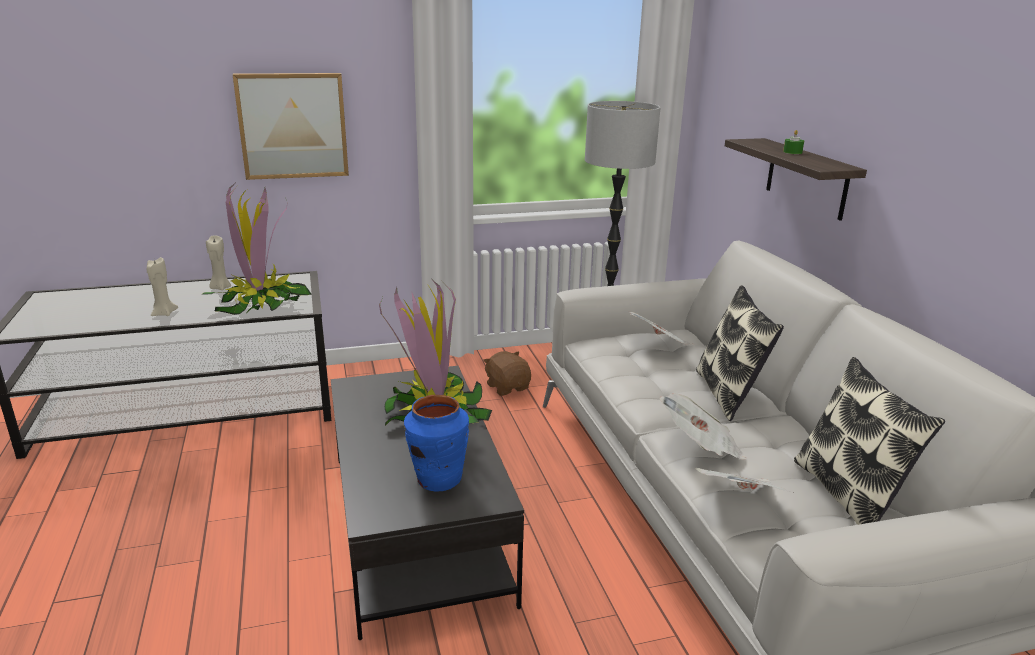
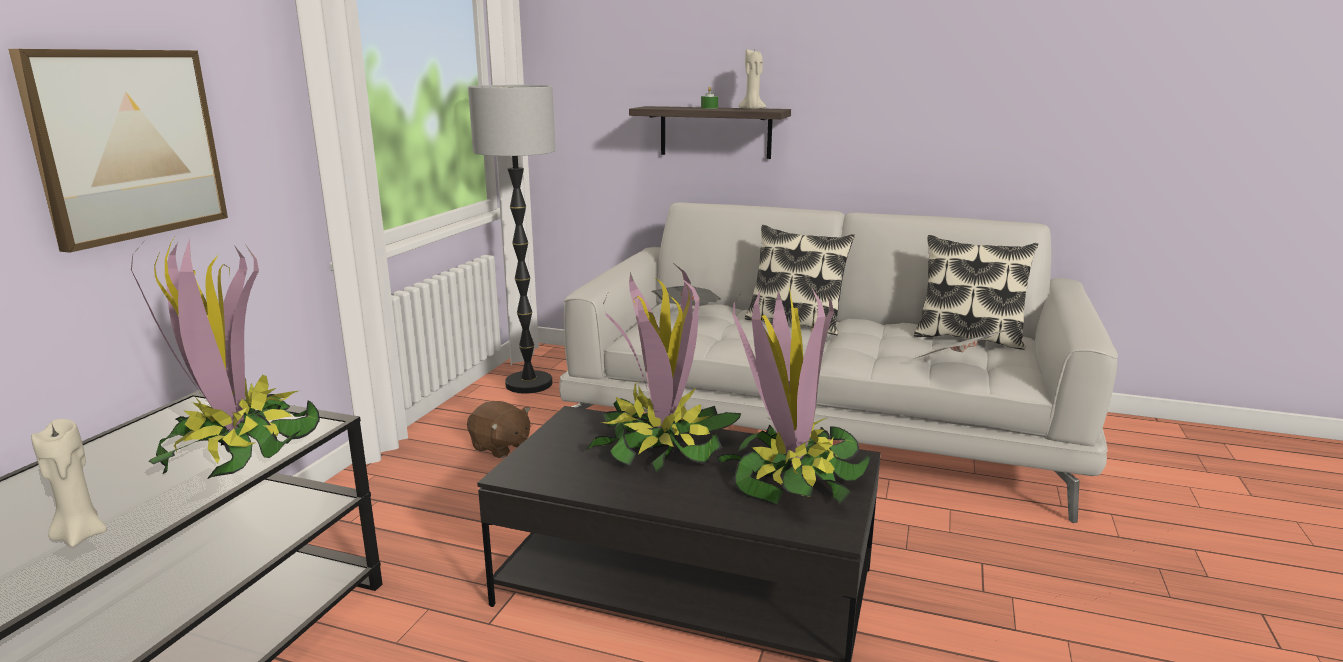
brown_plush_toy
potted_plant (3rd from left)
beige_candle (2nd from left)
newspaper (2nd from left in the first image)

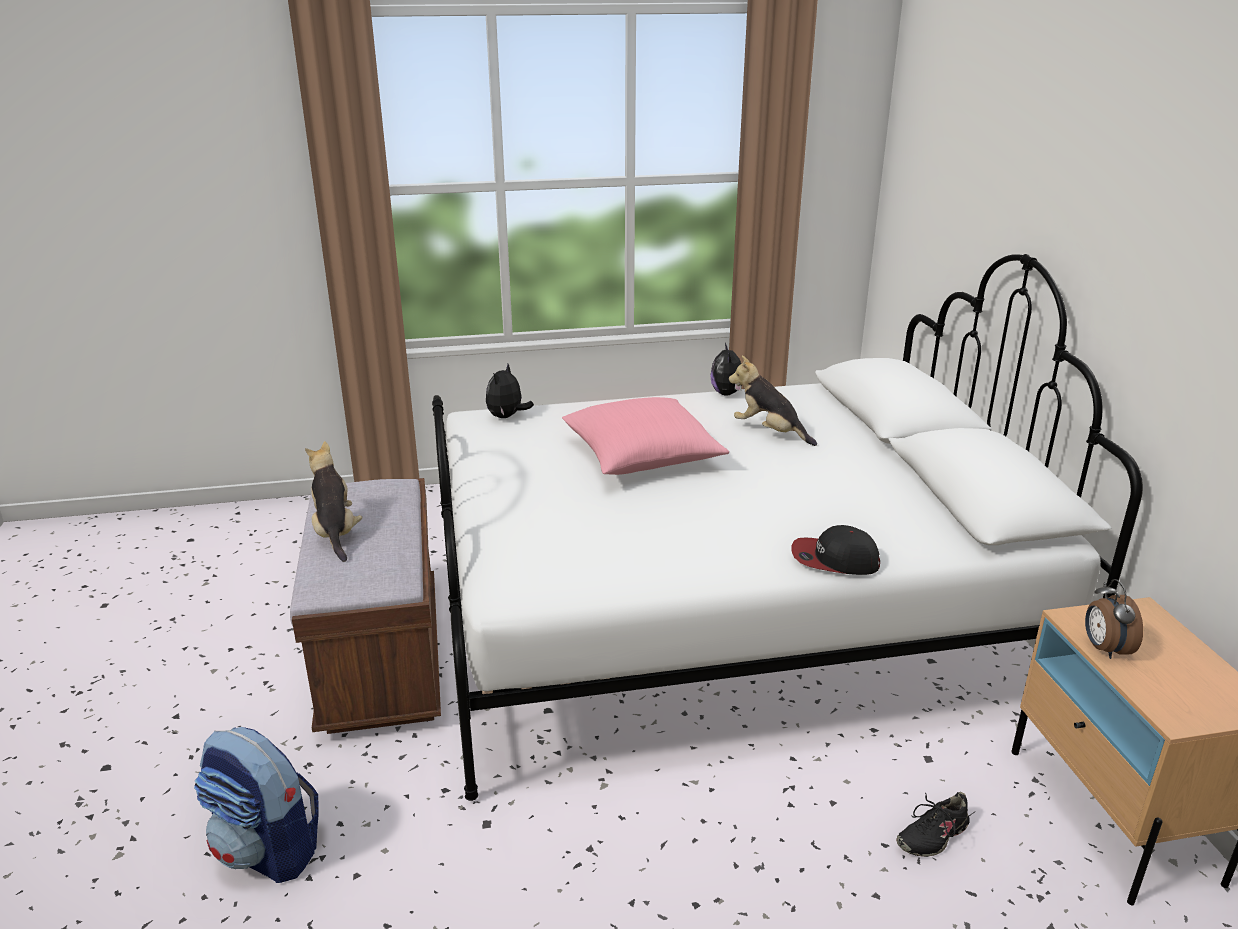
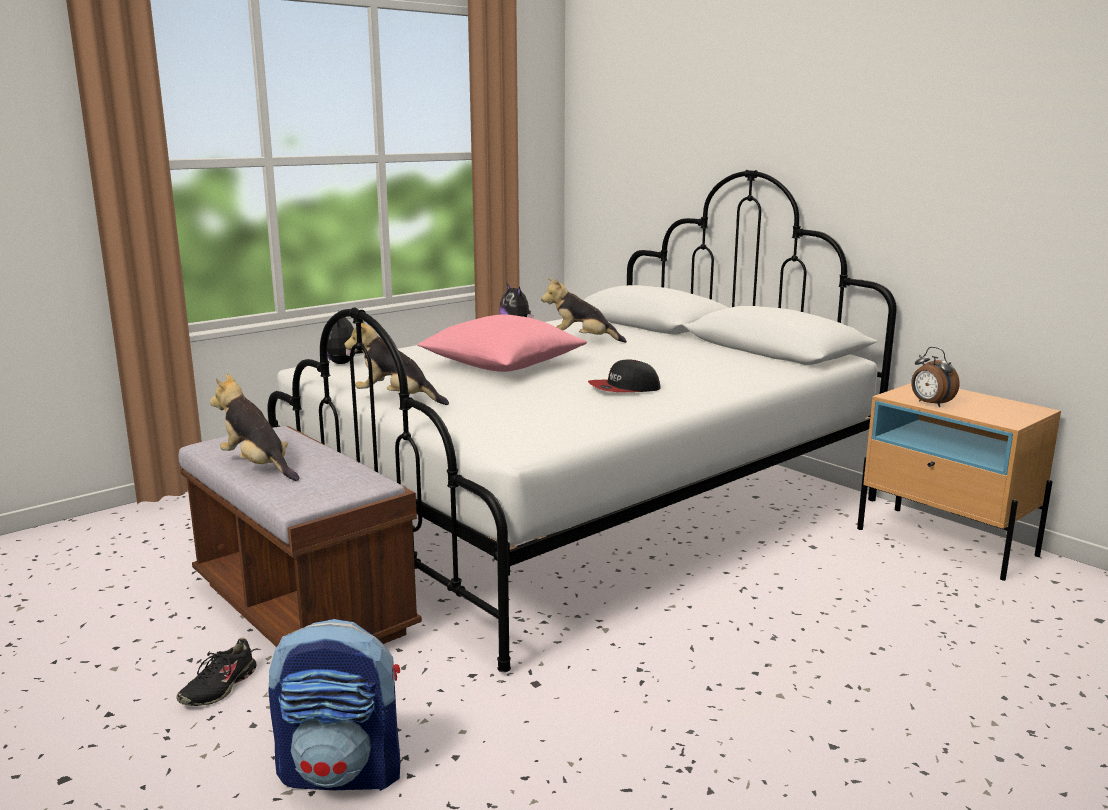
black_shoe
plush_toy (3rd from left)
cap

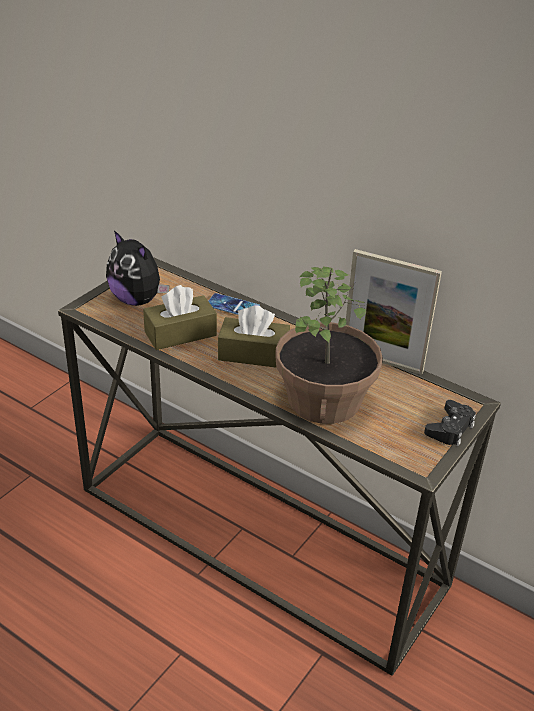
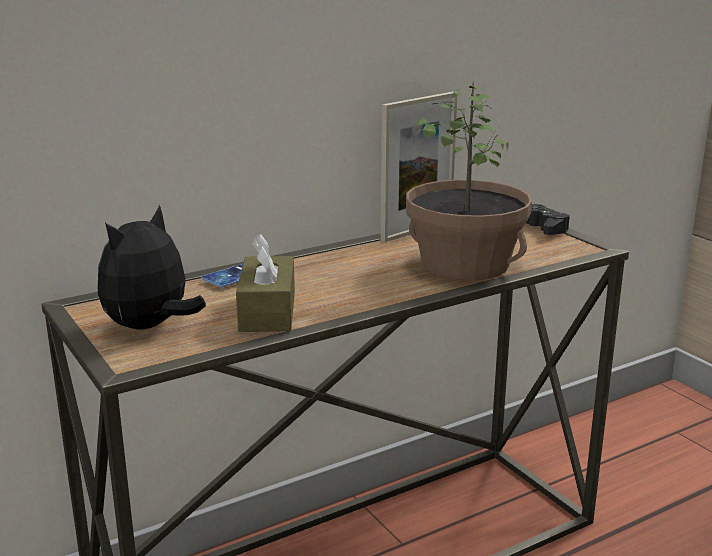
plush_toy
brown_tissue_box (2nd from left in the first image)

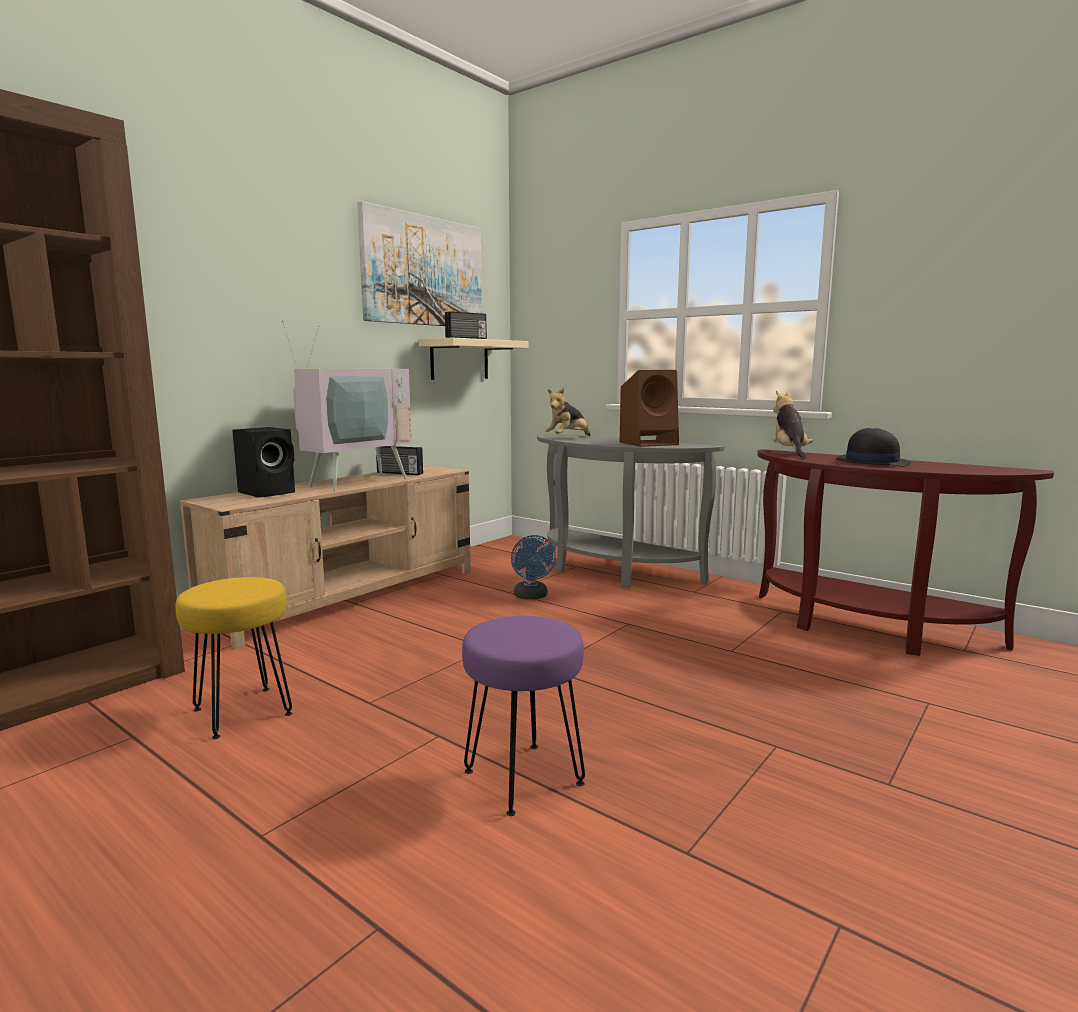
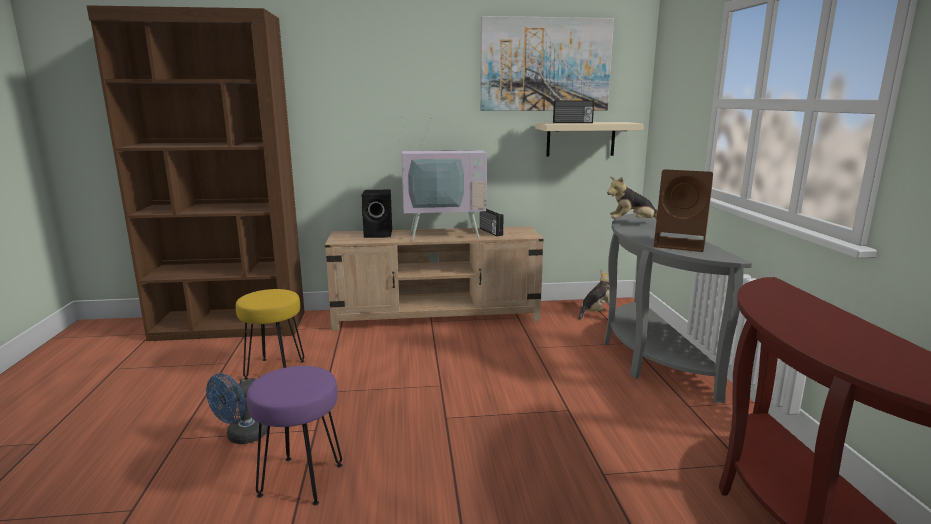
blue_fan
plush_toy (1st from left)
black_hat

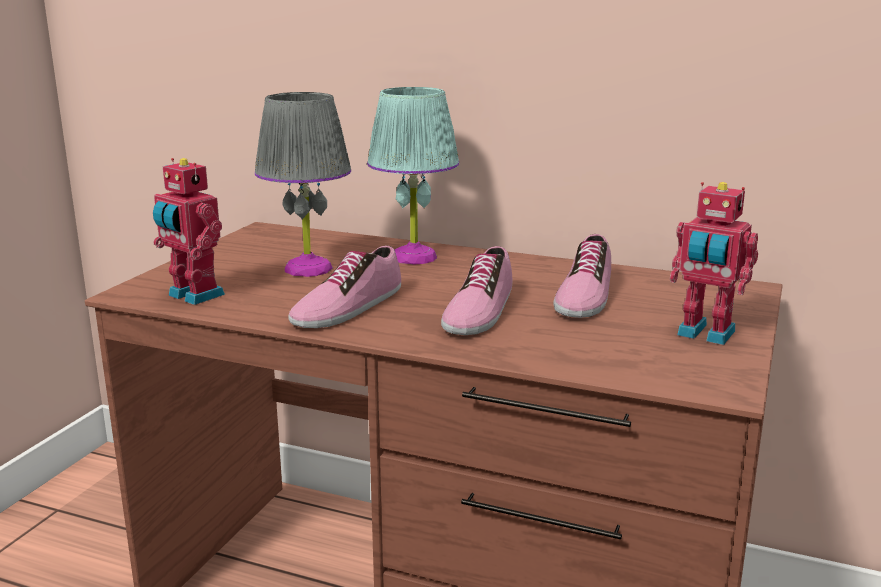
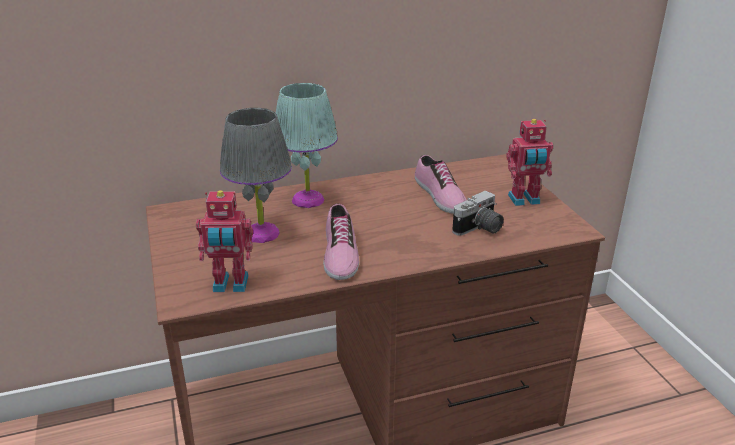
photo_camera
shoe (2nd from left in the first image)

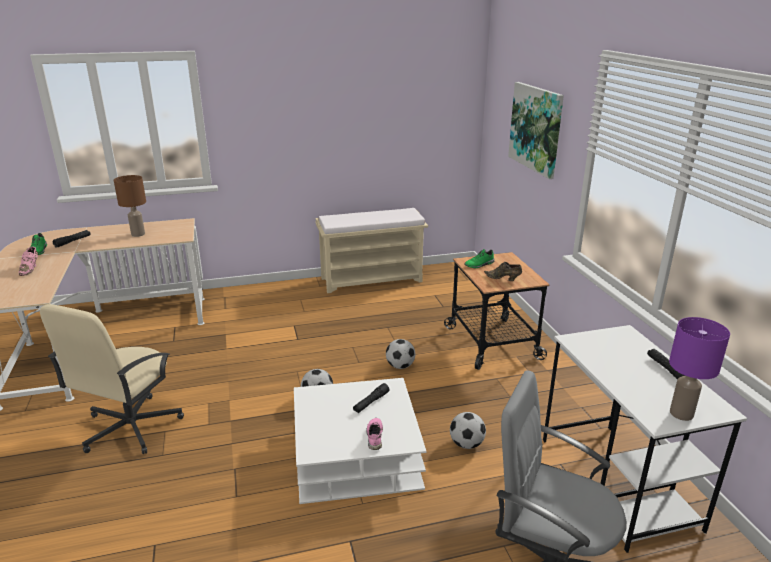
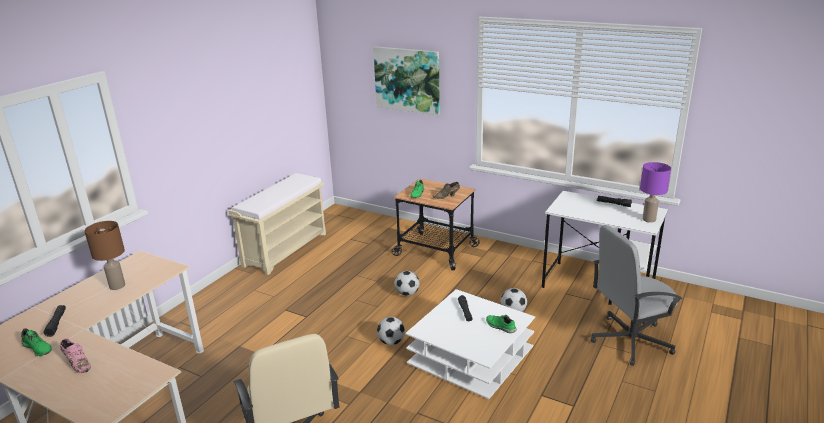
green_shoe (3rd from left)

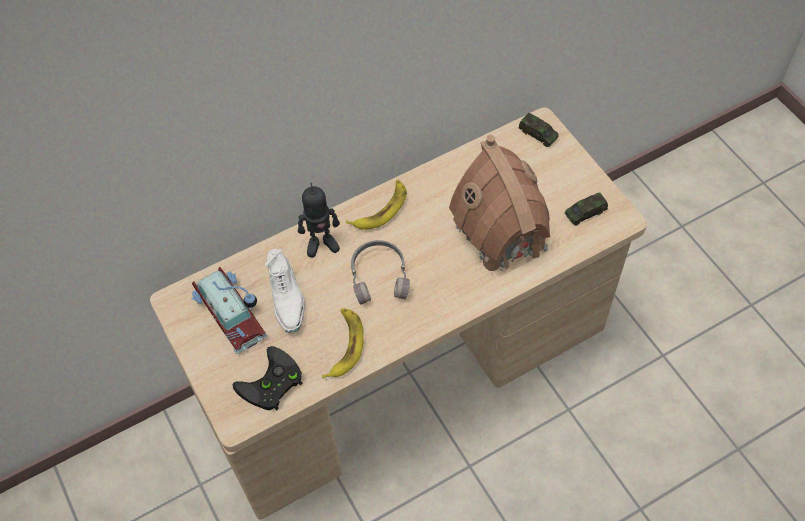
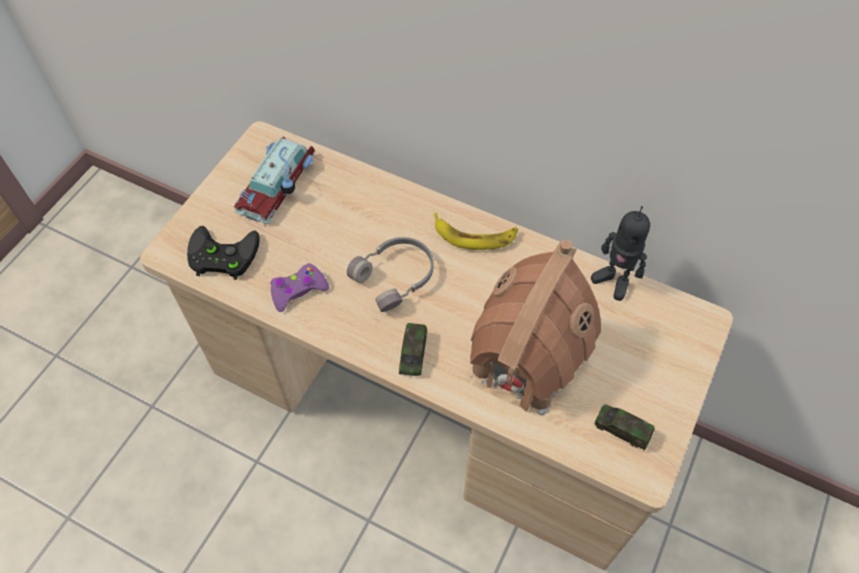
purple_game_controller
toy_car (2nd from left)
toy_robot
white_shoe

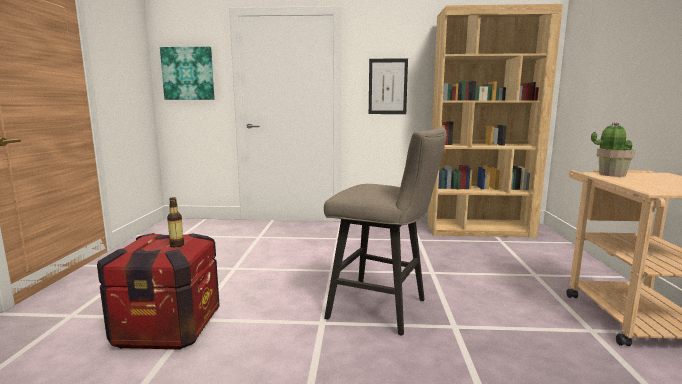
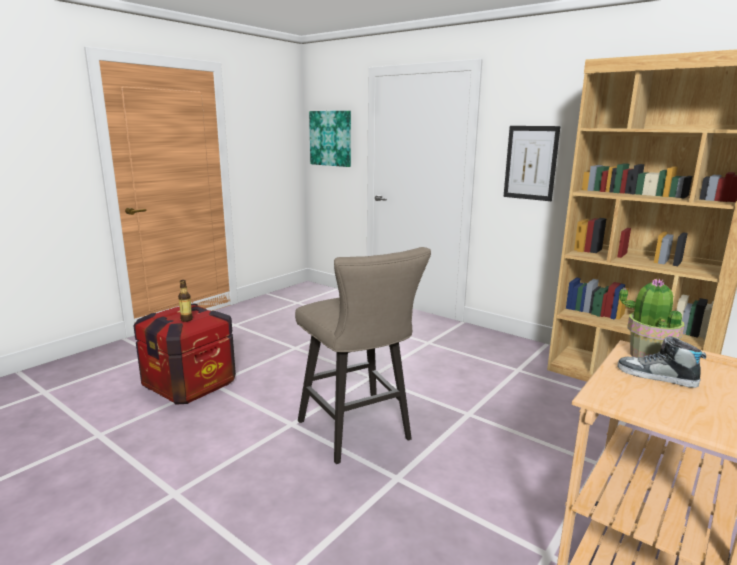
shoe

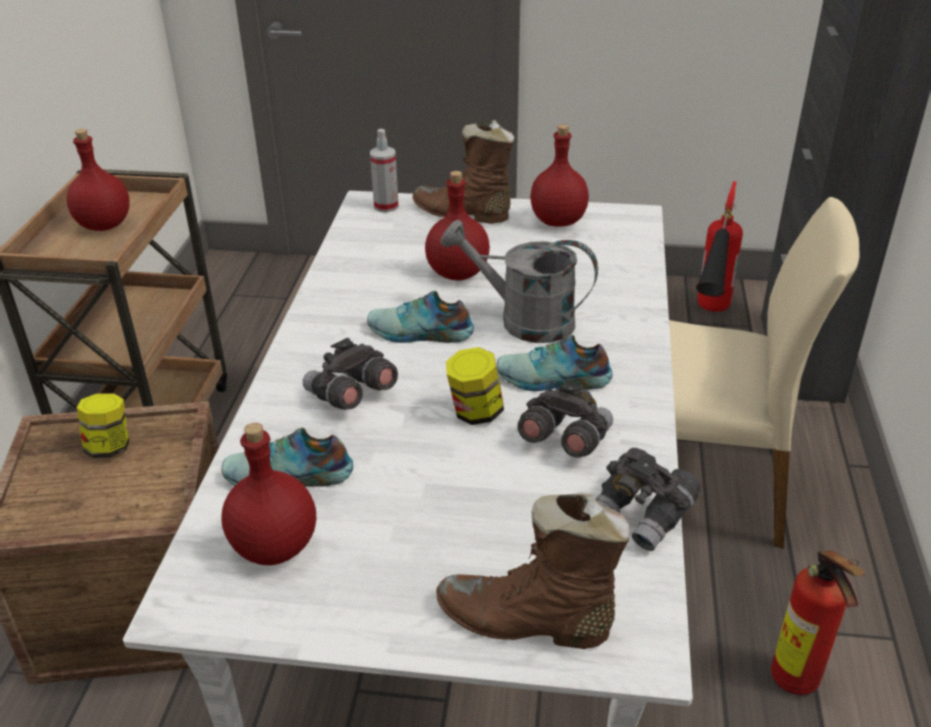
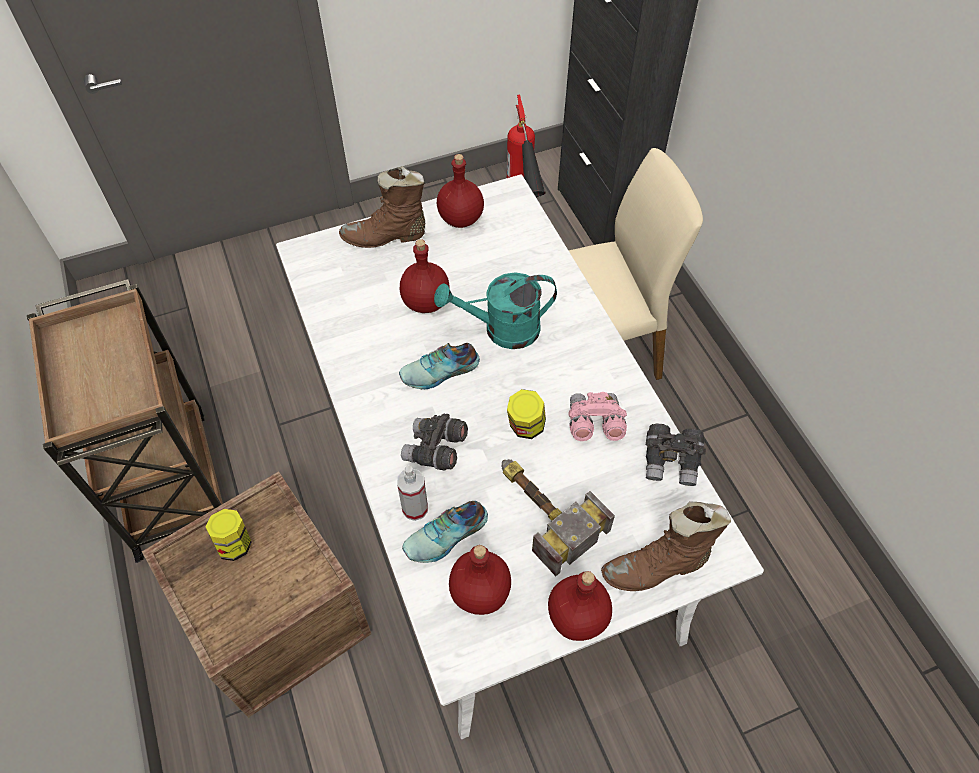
spray_bottle
turquoise_watering_can
hammer
red_bottle (4th from left)
pink_binoculars
shoe (3rd from left in the first image)
fire_extinguisher (2nd from left in the first image)

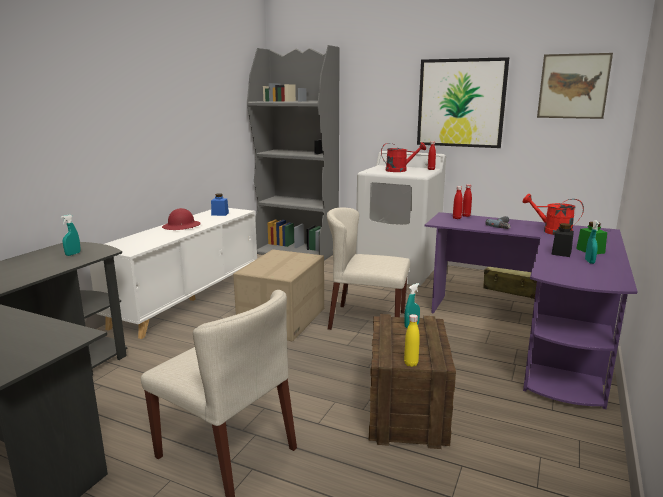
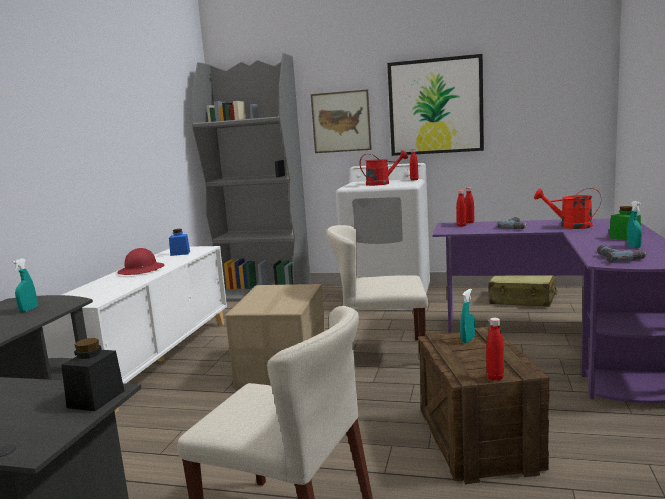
black_jar
picture (1st from left)
red_bottle (4th from left)
power_drill (2nd from left)

